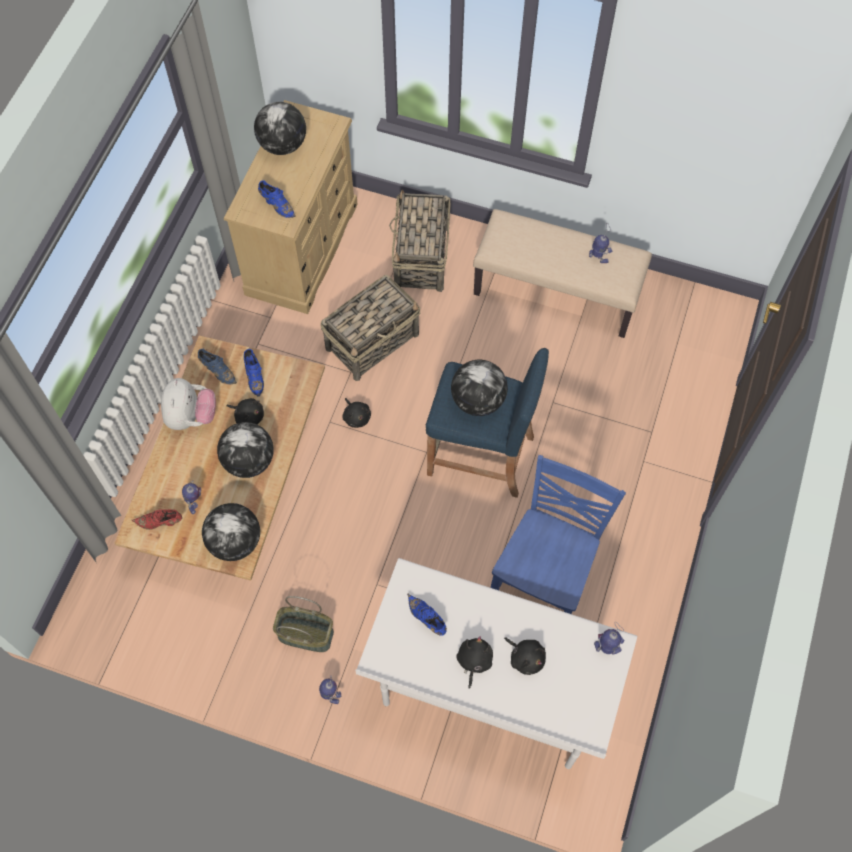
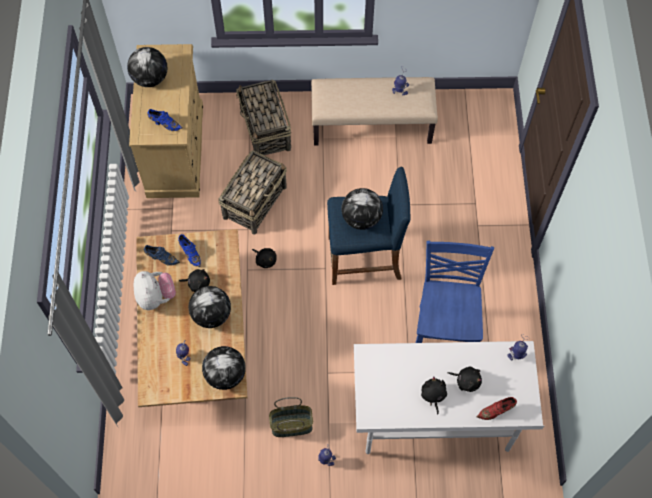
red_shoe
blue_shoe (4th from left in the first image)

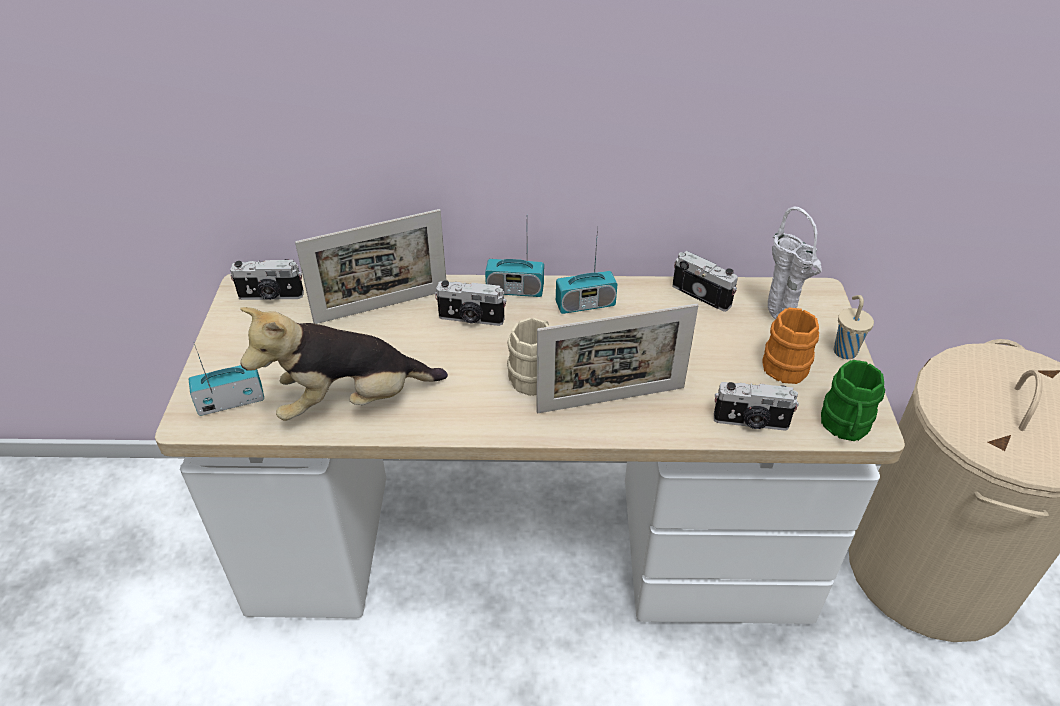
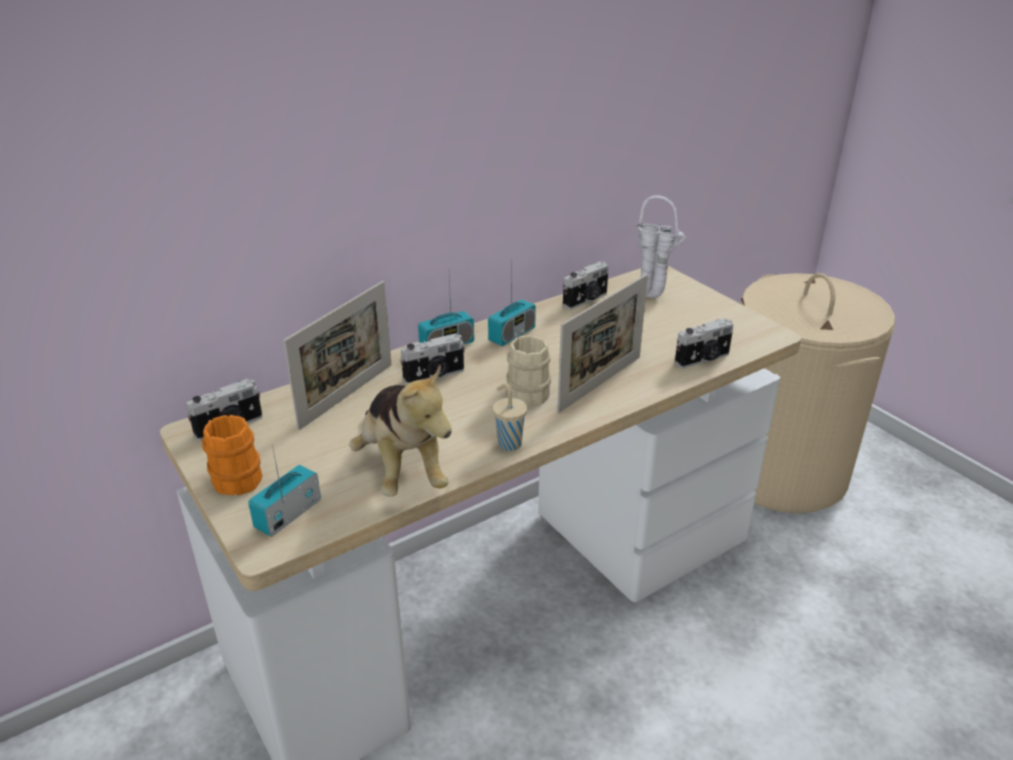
orange_mug
plush_toy
beige_cup
photo_camera (3rd from left)
green_mug

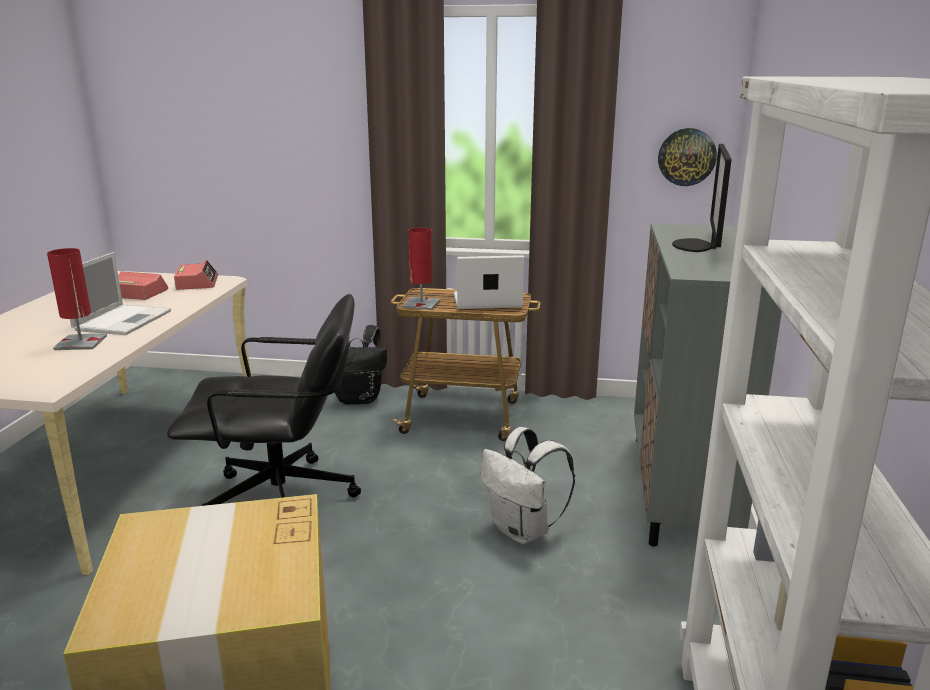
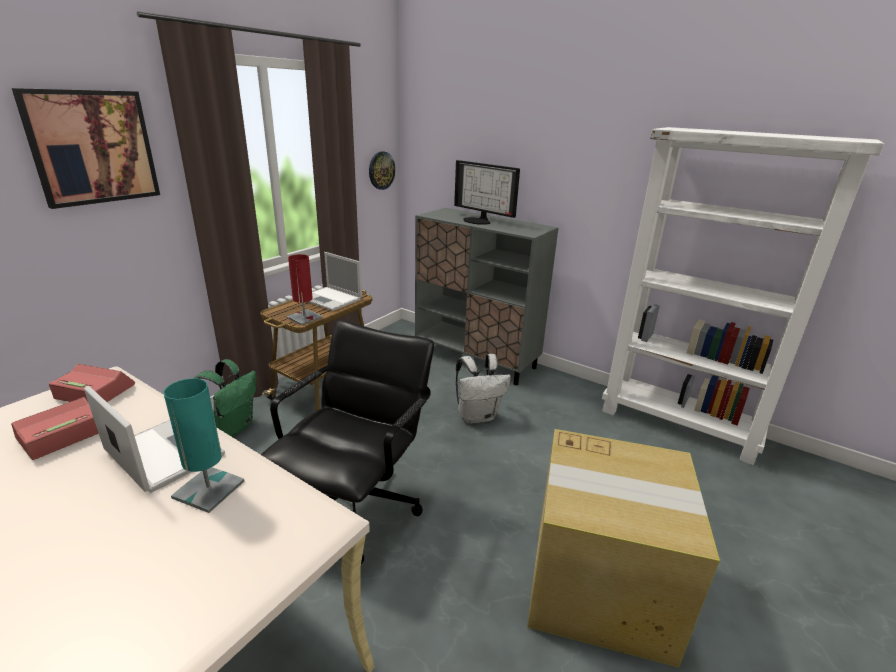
picture
turquoise_table_lamp
green_backpack
laptop (2nd from left)

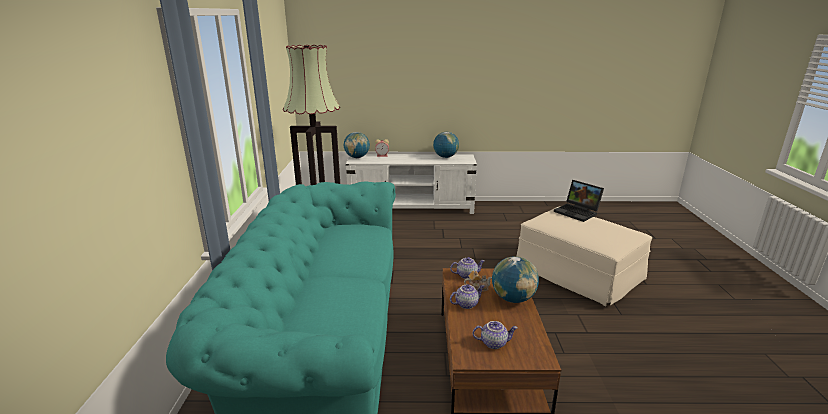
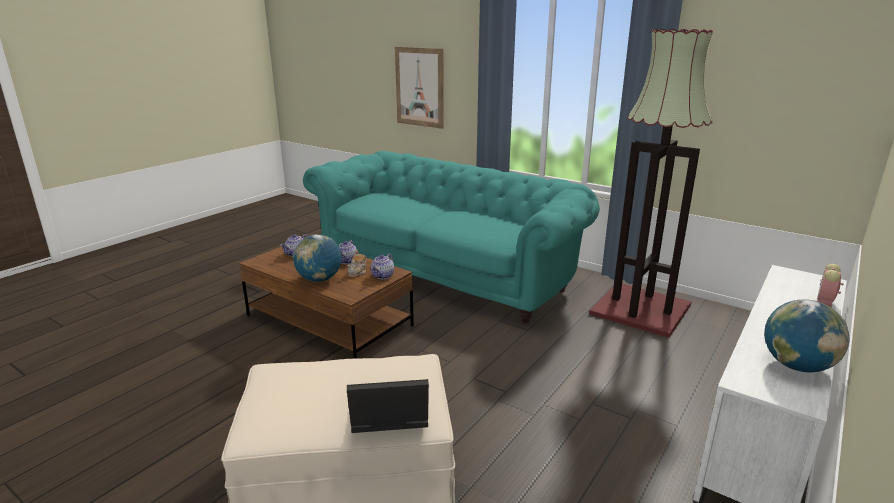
picture
globe (1st from left in the first image)

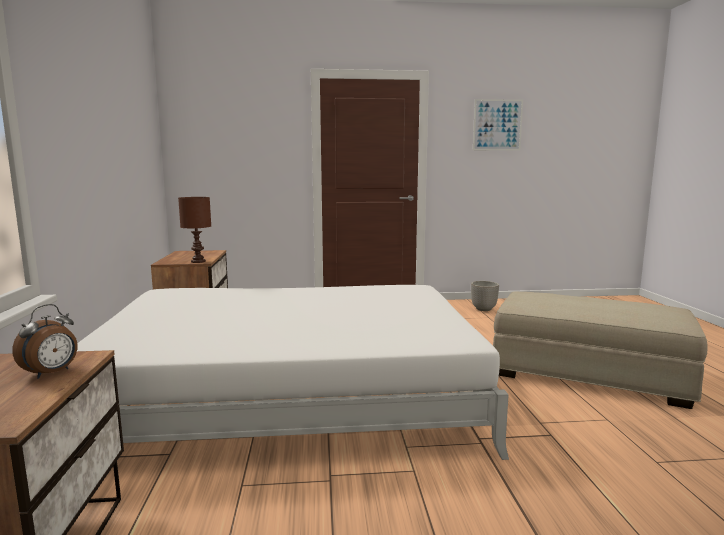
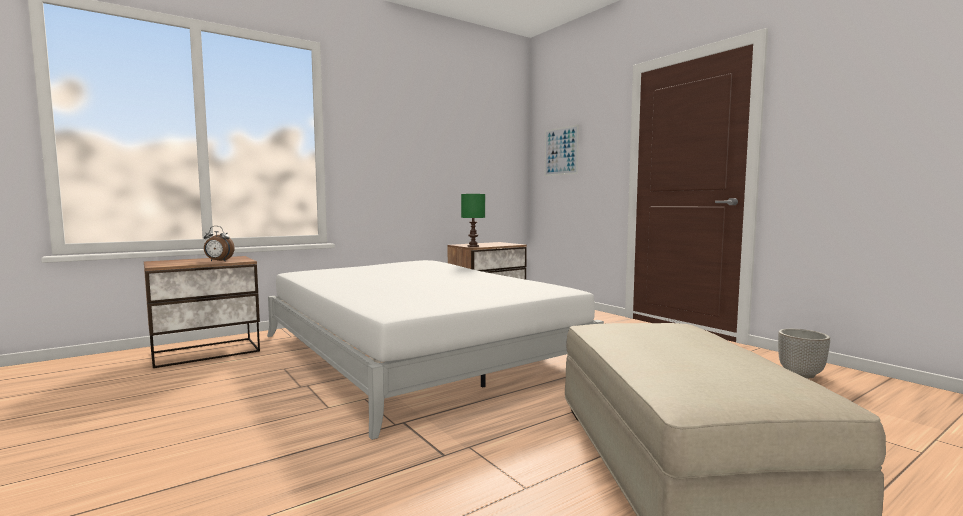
green_table_lamp
picture

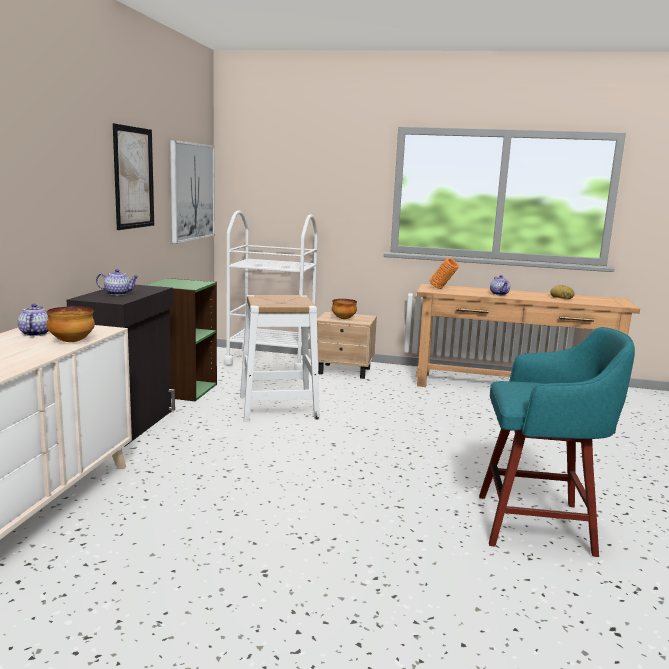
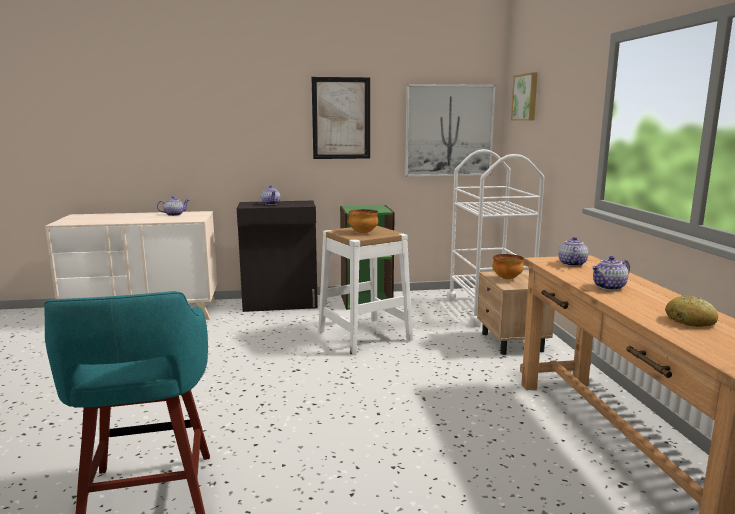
bowl (1st from left)
picture (3rd from left)
teapot (3rd from left)

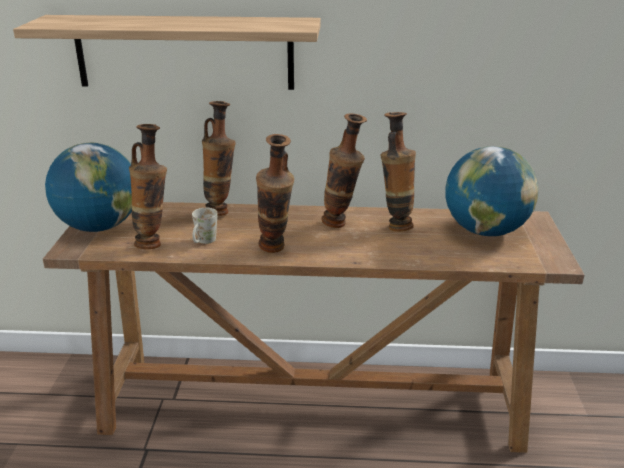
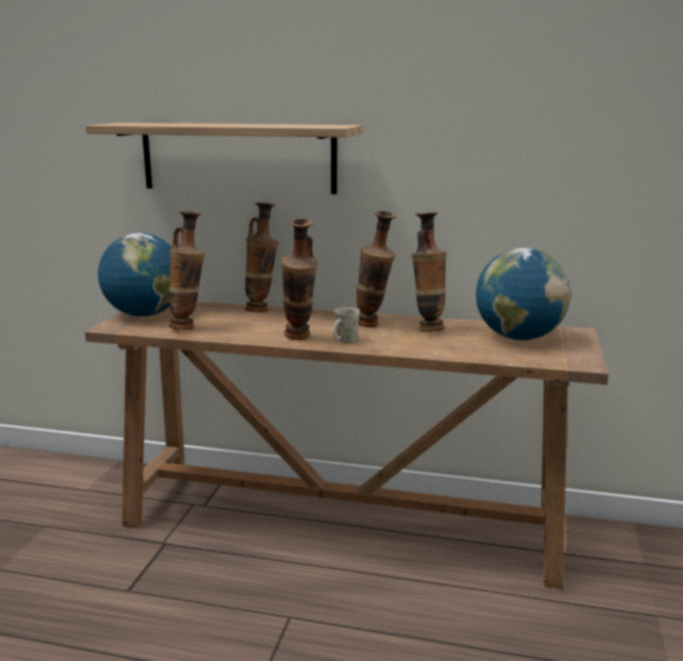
white_mug

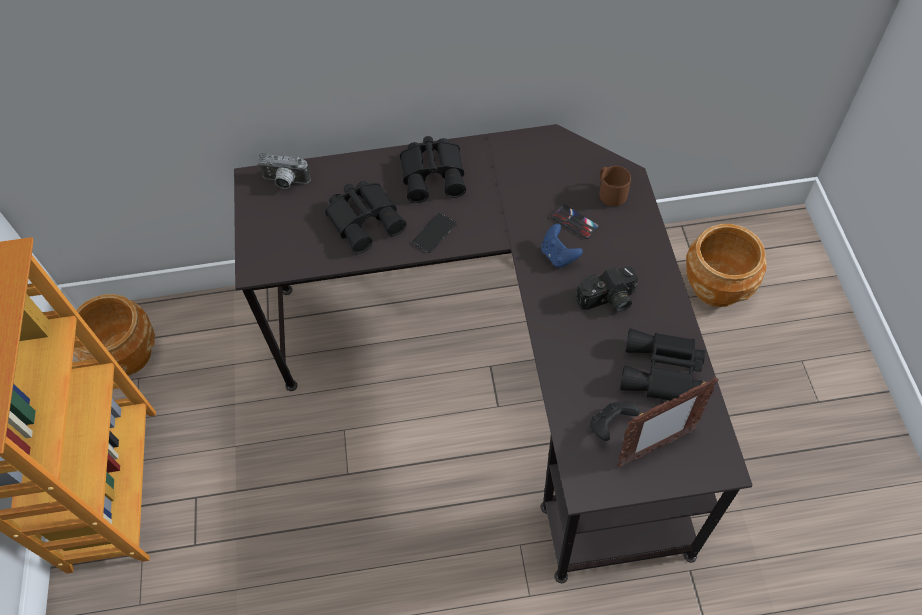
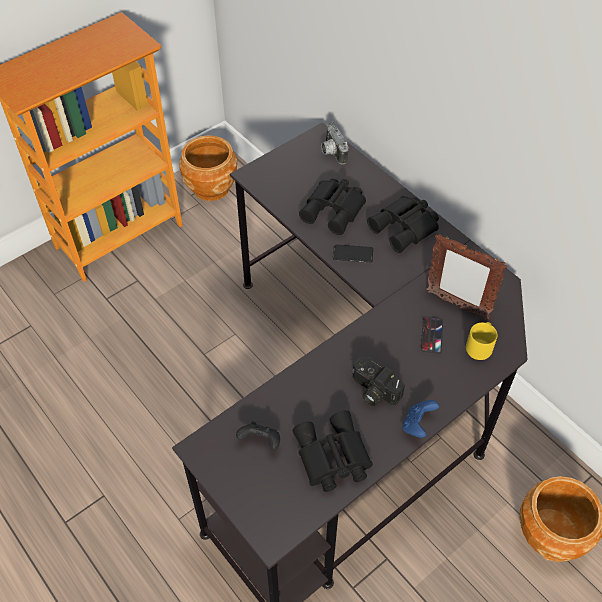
blue_game_controller
picture_frame
yellow_mug

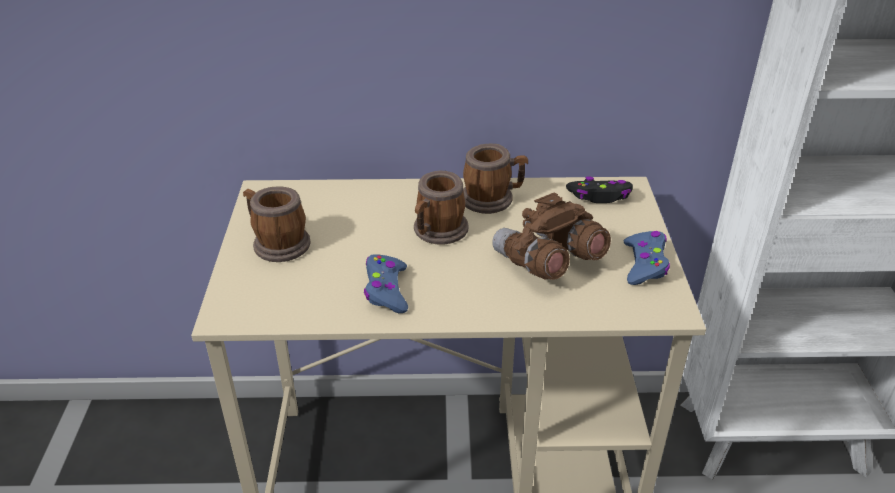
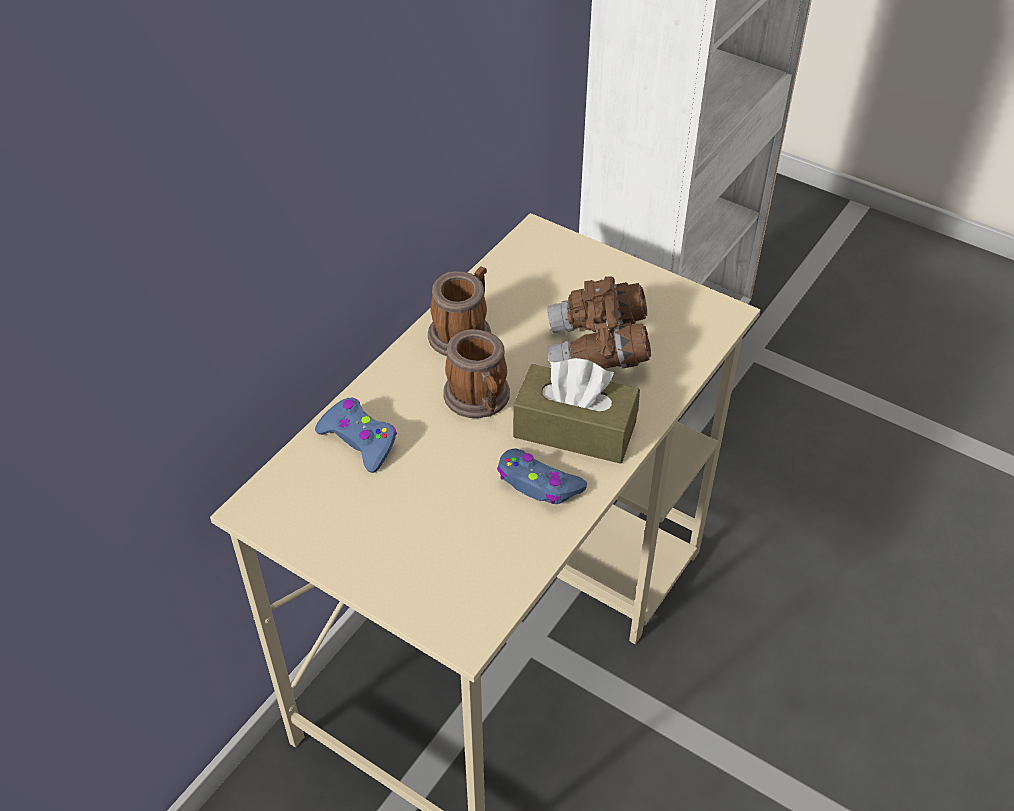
blue_game_controller (1st from left)
brown_tissue_box
mug (1st from left in the first image)
black_game_controller

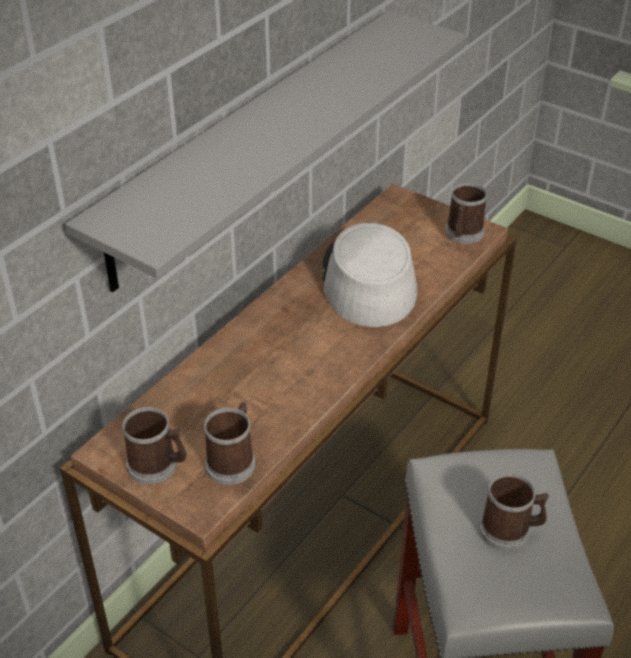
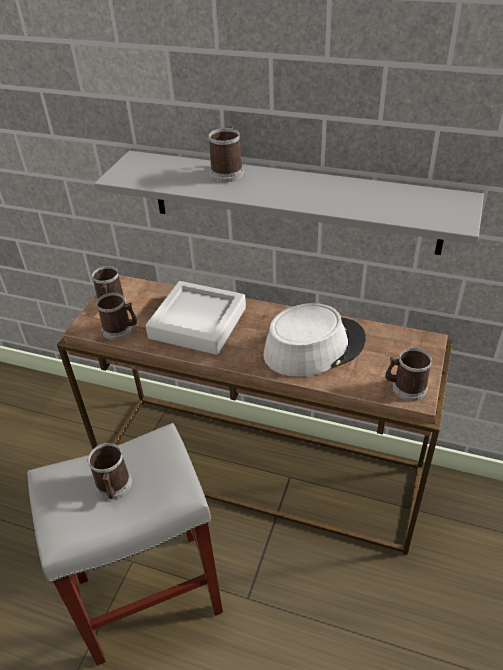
grey_tray
mug (4th from left)

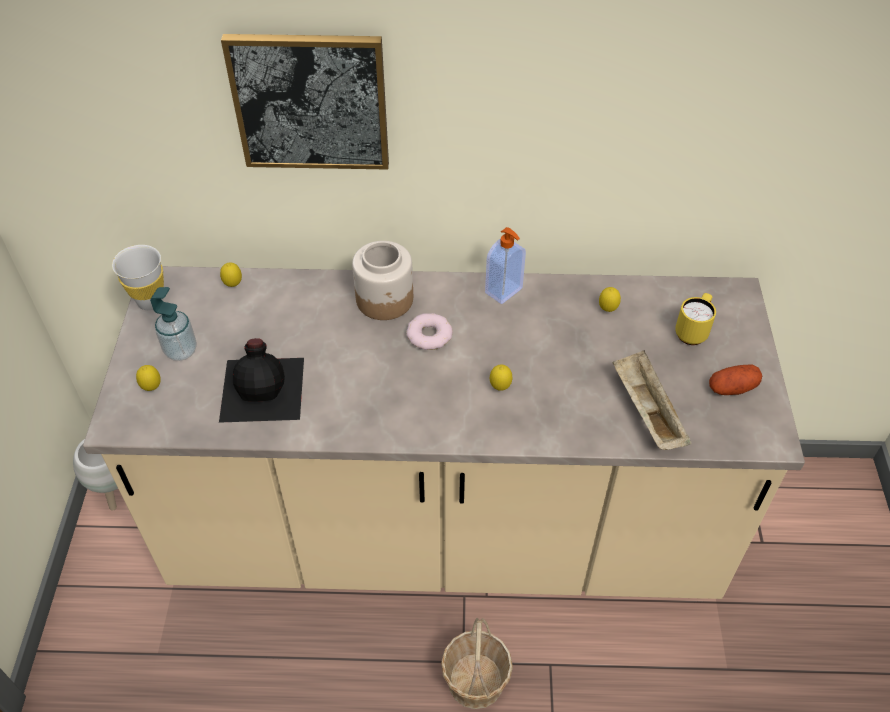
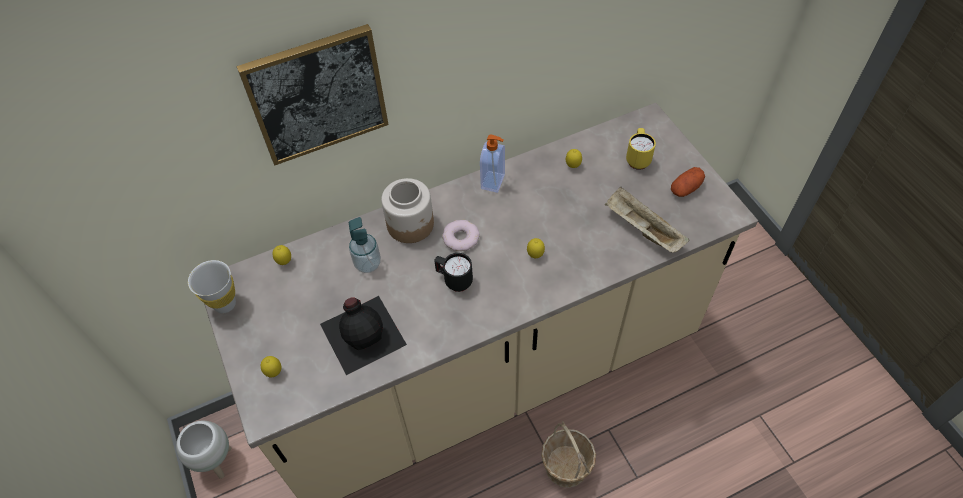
soap_dispenser (1st from left)
black_mug

